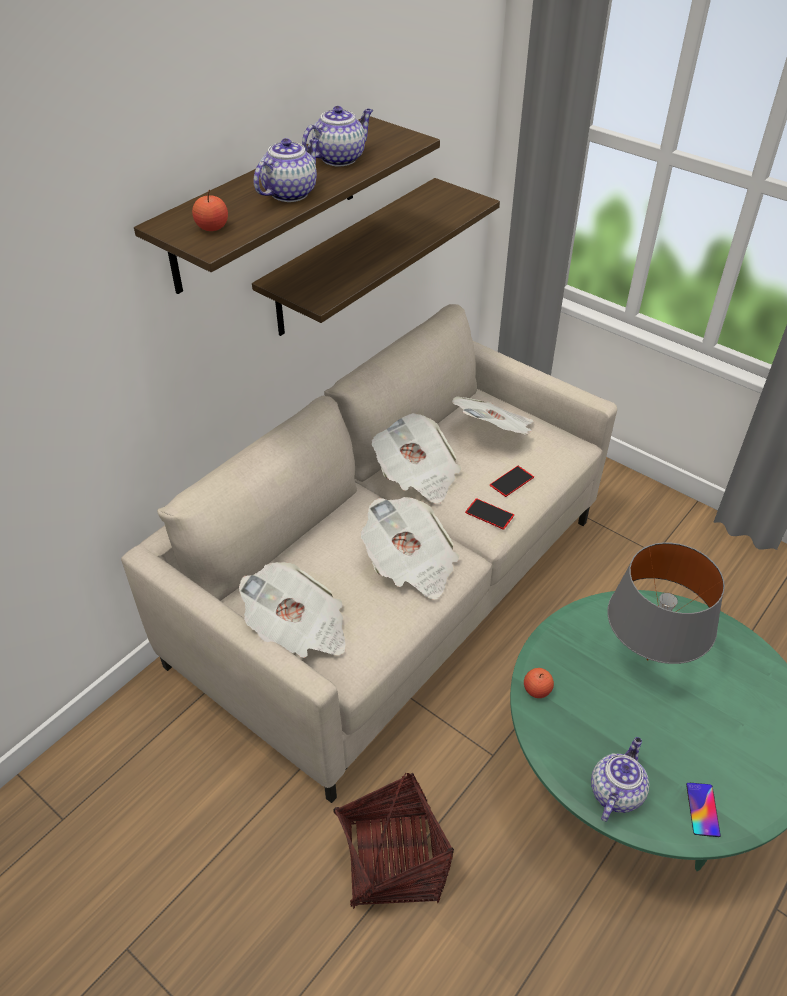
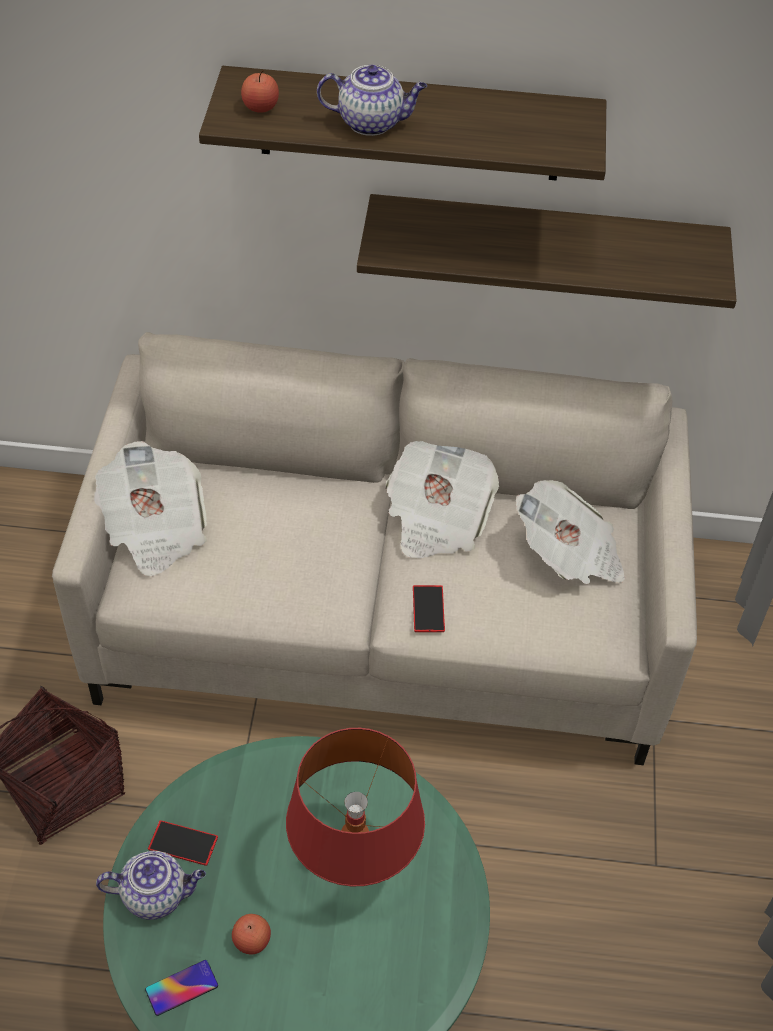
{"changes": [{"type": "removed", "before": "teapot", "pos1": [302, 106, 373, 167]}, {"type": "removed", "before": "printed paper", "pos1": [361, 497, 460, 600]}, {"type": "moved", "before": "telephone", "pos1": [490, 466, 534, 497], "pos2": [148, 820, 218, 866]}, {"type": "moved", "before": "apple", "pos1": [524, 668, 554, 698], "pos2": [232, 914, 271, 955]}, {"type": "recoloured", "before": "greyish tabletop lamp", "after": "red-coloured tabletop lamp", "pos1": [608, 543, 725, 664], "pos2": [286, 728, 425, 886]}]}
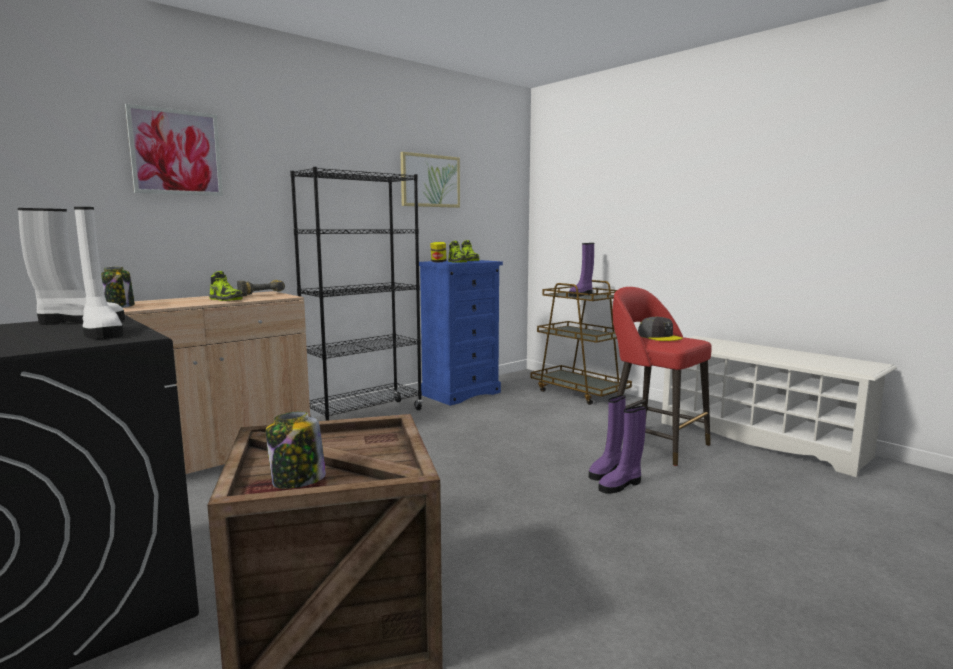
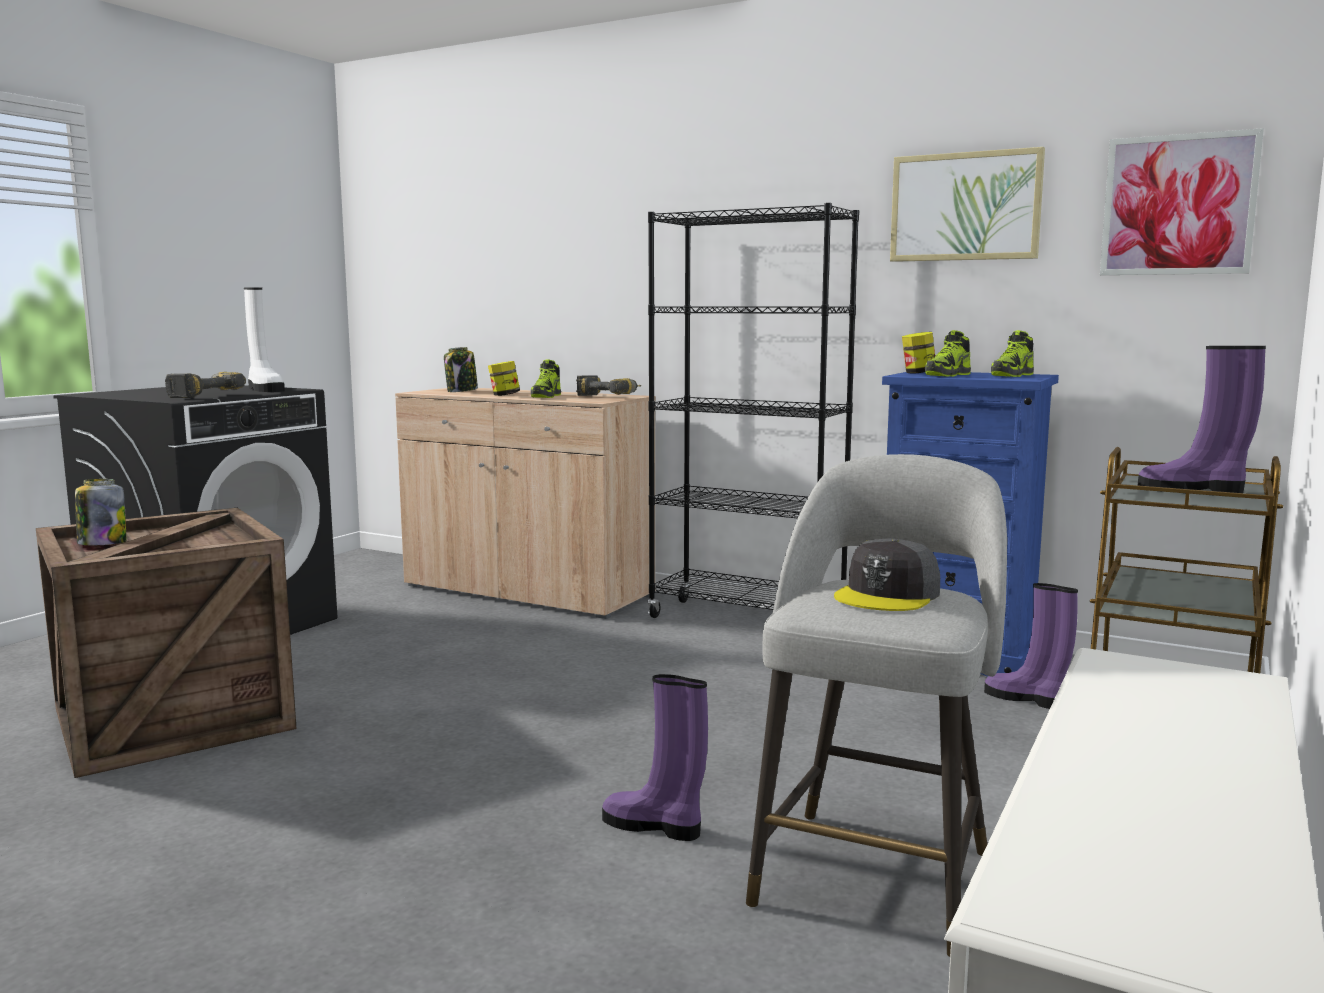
{"changes": [{"type": "added", "after": "preserve jar", "pos2": [488, 361, 520, 396]}, {"type": "moved", "before": "wall art", "pos1": [125, 104, 223, 196], "pos2": [1100, 128, 1264, 275]}, {"type": "moved", "before": "purple tall boot", "pos1": [599, 406, 646, 494], "pos2": [984, 583, 1078, 709]}, {"type": "replaced", "before": "whitish tall boot", "after": "power drill", "pos1": [74, 207, 124, 339], "pos2": [165, 372, 246, 398]}, {"type": "recoloured", "before": "red-coloured stool seat", "after": "greyish stool seat", "pos1": [606, 287, 712, 466], "pos2": [746, 454, 1007, 957]}]}
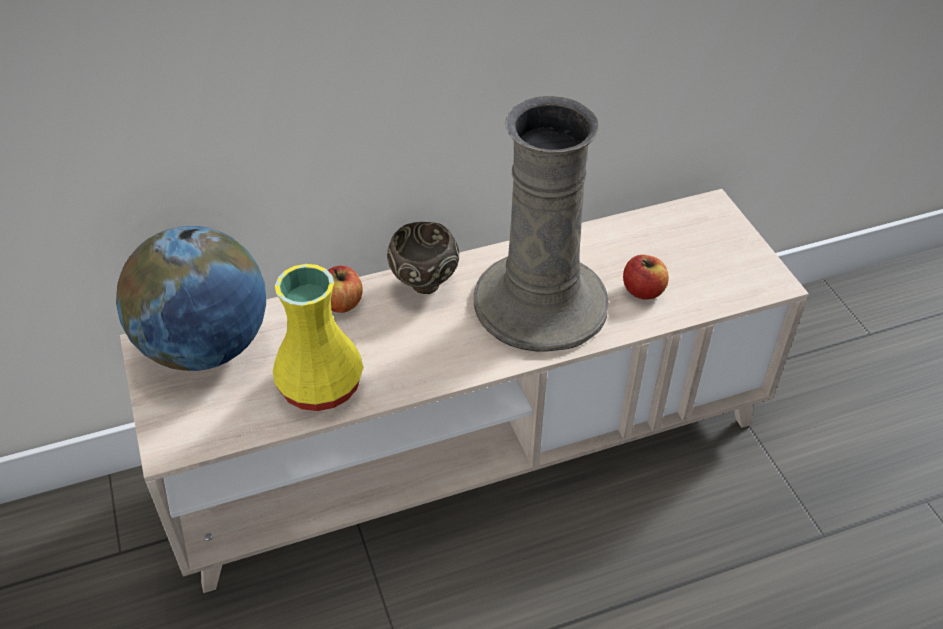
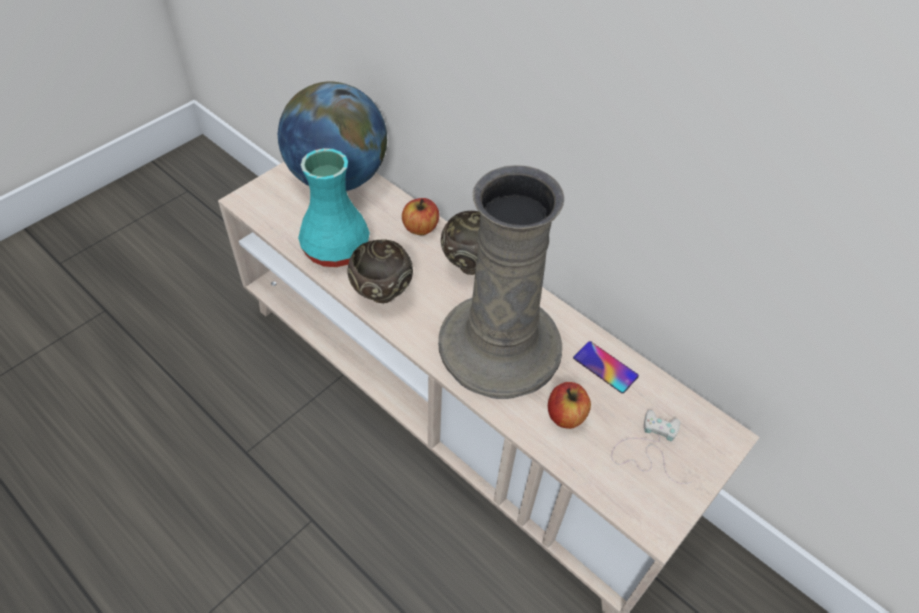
{"changes": [{"type": "added", "after": "brown deep dish", "pos2": [347, 239, 413, 303]}, {"type": "added", "after": "telephone", "pos2": [573, 341, 639, 393]}, {"type": "added", "after": "whitish joypad", "pos2": [611, 410, 691, 484]}, {"type": "recoloured", "before": "yellow-coloured decorative vase", "after": "turquoise-coloured decorative vase", "pos1": [273, 264, 363, 411], "pos2": [298, 148, 370, 267]}]}
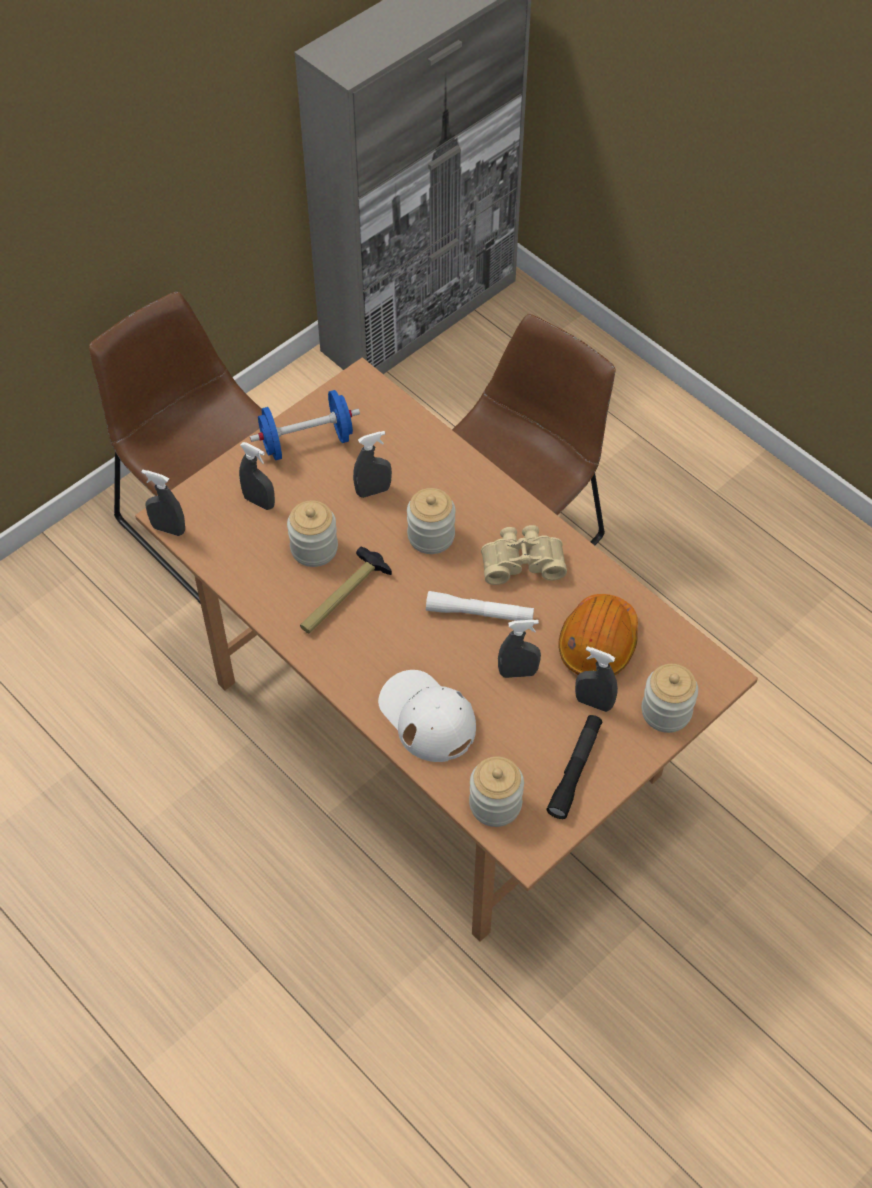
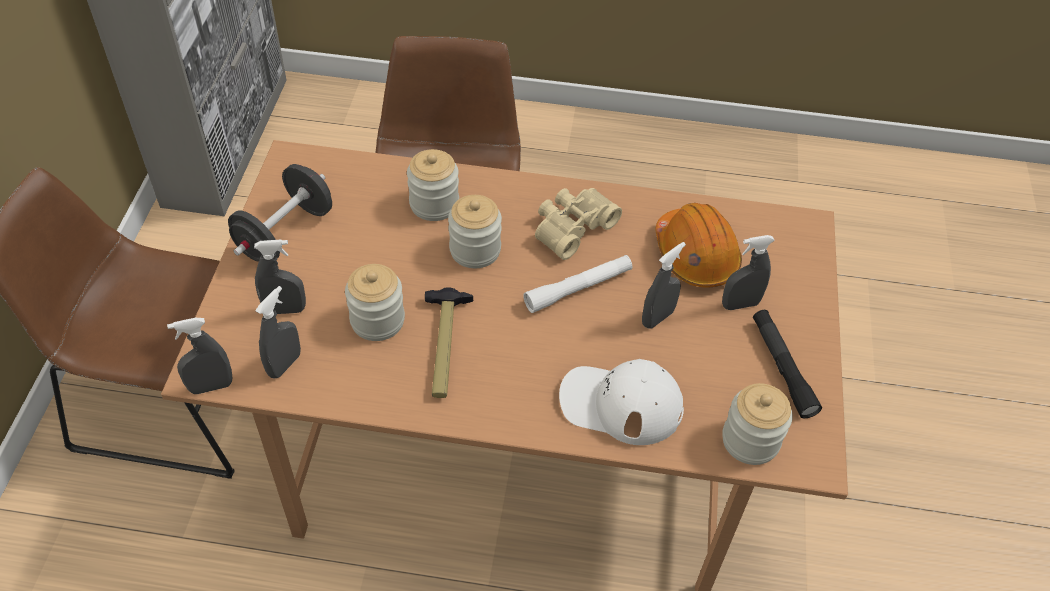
{"changes": [{"type": "moved", "before": "greyish sprayer", "pos1": [353, 431, 392, 498], "pos2": [255, 286, 301, 379]}, {"type": "moved", "before": "preserve jar", "pos1": [642, 664, 698, 733], "pos2": [407, 149, 459, 221]}, {"type": "recoloured", "before": "blue free weight", "after": "blackish free weight", "pos1": [250, 390, 360, 460], "pos2": [228, 164, 332, 262]}]}
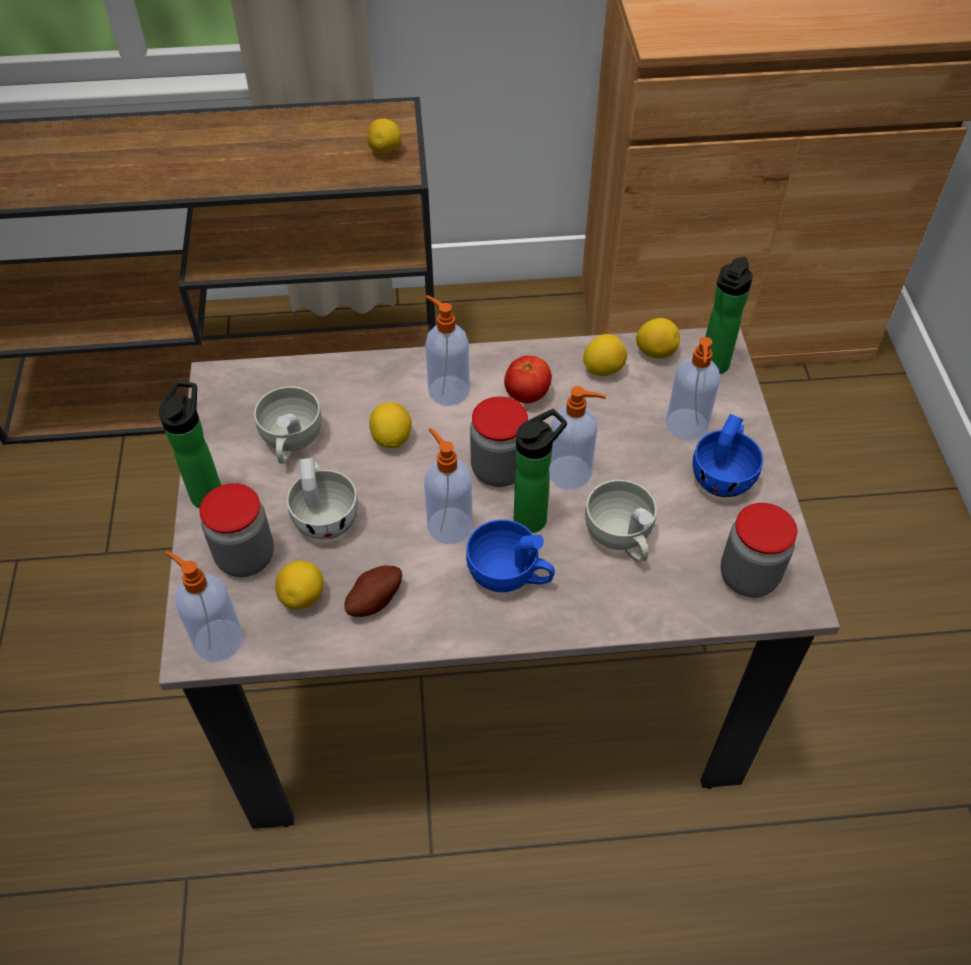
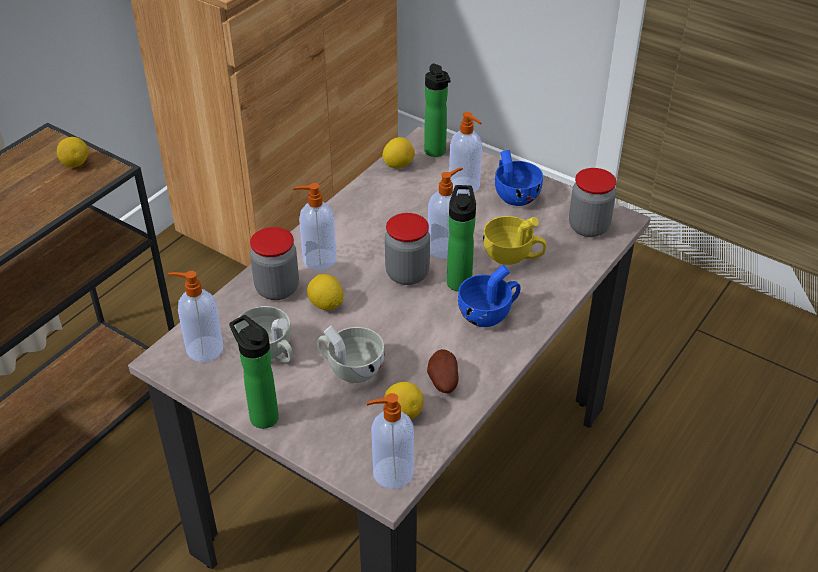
{"changes": [{"type": "removed", "before": "tomato", "pos1": [504, 355, 552, 403]}, {"type": "removed", "before": "citrus fruit", "pos1": [583, 334, 627, 376]}, {"type": "moved", "before": "preserve jar", "pos1": [199, 483, 274, 577], "pos2": [250, 227, 299, 300]}, {"type": "moved", "before": "soap dispenser", "pos1": [424, 428, 473, 544], "pos2": [168, 271, 223, 362]}, {"type": "recoloured", "before": "whitish cup", "after": "yellow-coloured cup", "pos1": [585, 480, 657, 563], "pos2": [483, 216, 546, 265]}]}
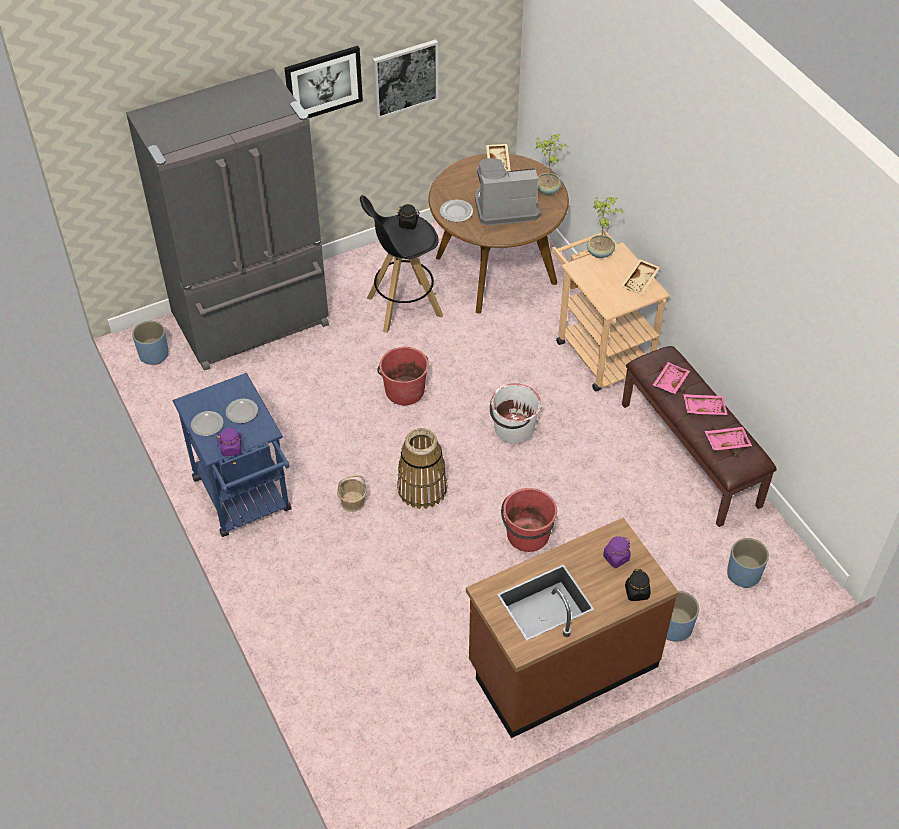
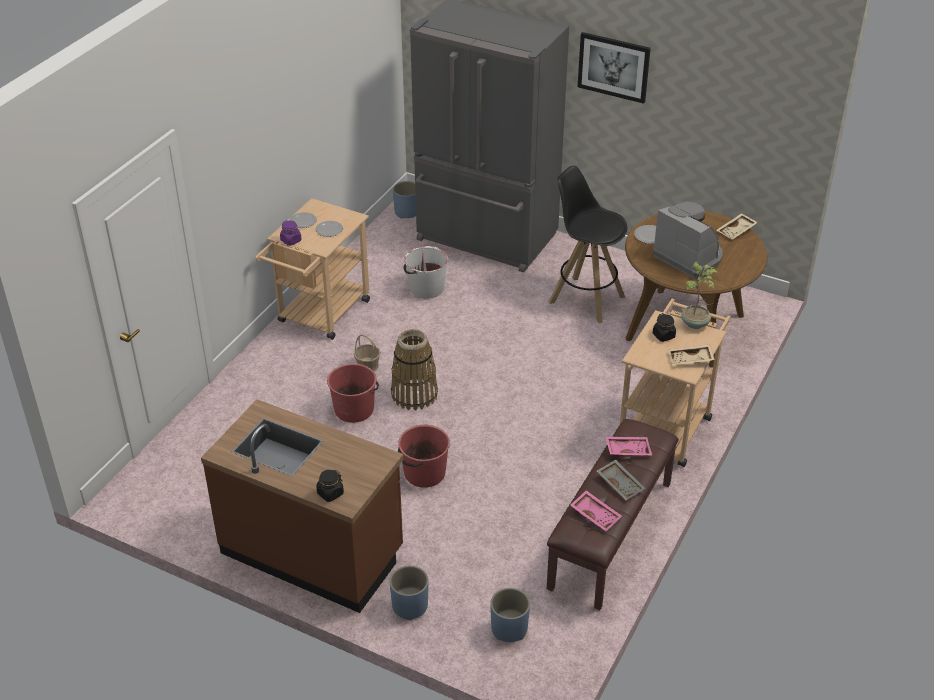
{"changes": [{"type": "removed", "before": "wall art", "pos1": [373, 39, 438, 119]}, {"type": "removed", "before": "potted plant", "pos1": [536, 134, 568, 195]}, {"type": "removed", "before": "purple preserve jar", "pos1": [603, 536, 631, 568]}, {"type": "moved", "before": "red-coloured pail", "pos1": [377, 347, 429, 405], "pos2": [327, 363, 379, 423]}, {"type": "moved", "before": "blackish preserve jar", "pos1": [397, 204, 419, 229], "pos2": [653, 313, 676, 342]}, {"type": "moved", "before": "whitish pail", "pos1": [490, 383, 541, 444], "pos2": [404, 246, 448, 298]}, {"type": "recoloured", "before": "blue cart", "after": "beige cart", "pos1": [173, 373, 292, 537], "pos2": [255, 198, 370, 340]}, {"type": "recoloured", "before": "pinkish tray", "after": "greyish tray", "pos1": [683, 394, 727, 415], "pos2": [597, 459, 645, 500]}]}
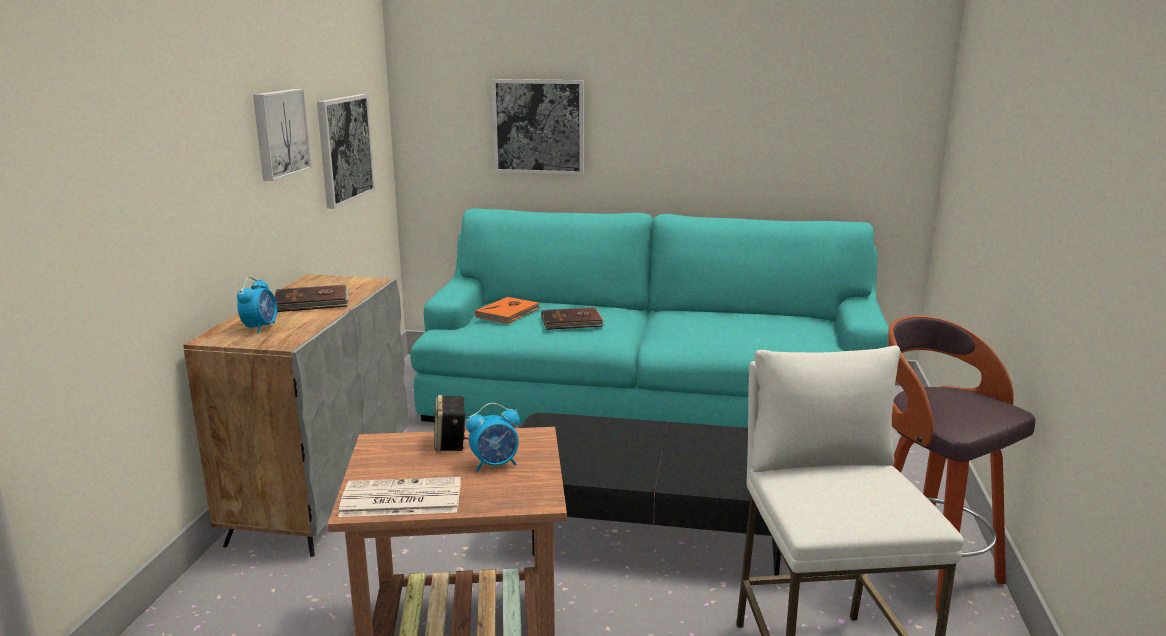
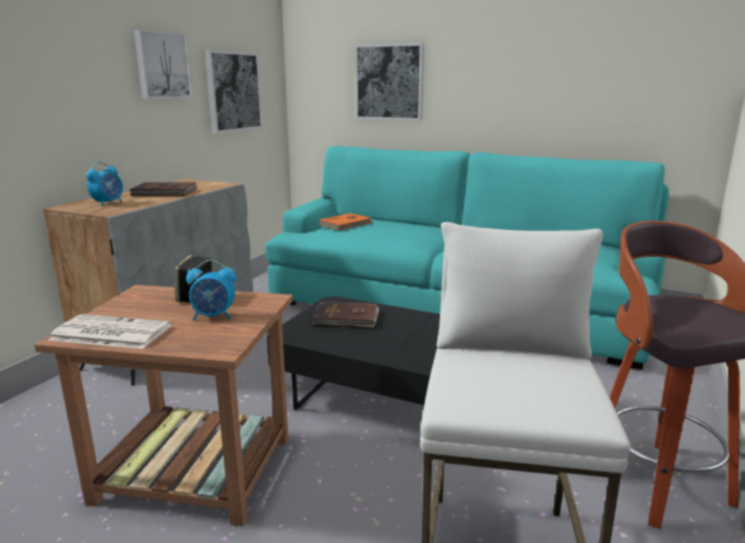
{"changes": [{"type": "moved", "before": "brown bound book", "pos1": [541, 307, 604, 330], "pos2": [312, 302, 379, 328]}]}
